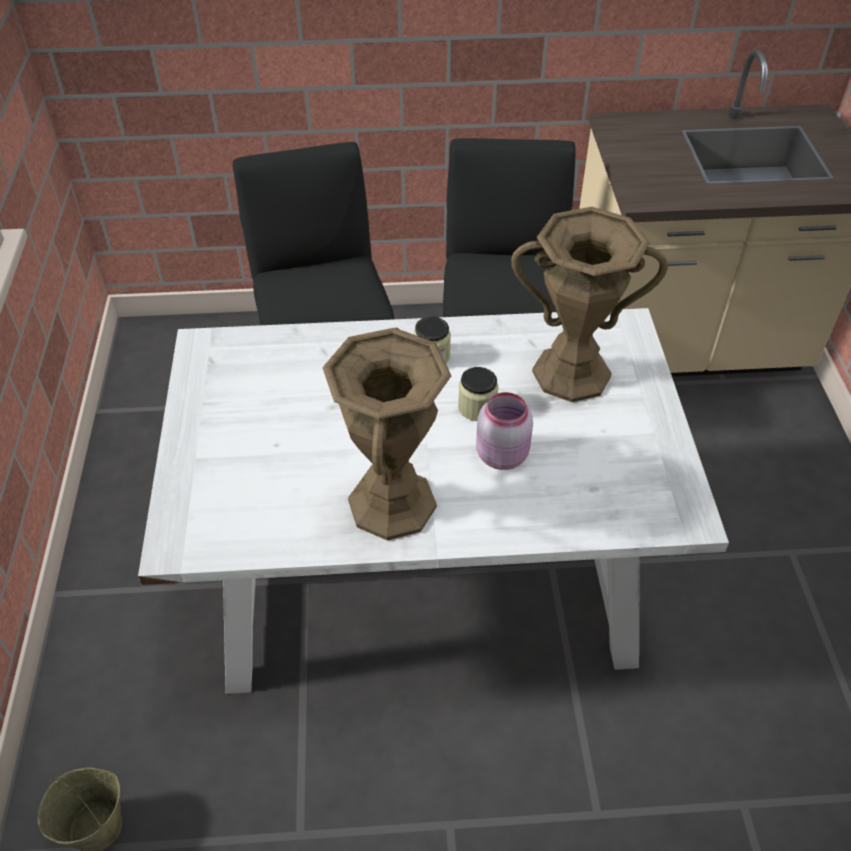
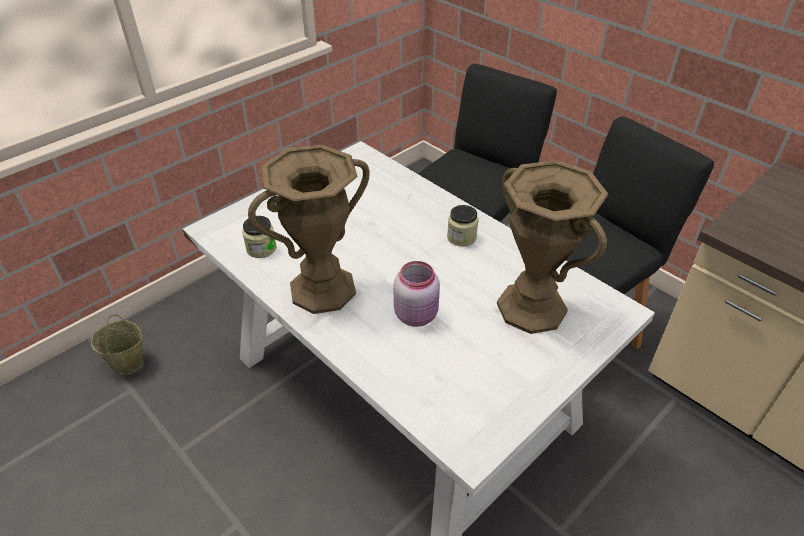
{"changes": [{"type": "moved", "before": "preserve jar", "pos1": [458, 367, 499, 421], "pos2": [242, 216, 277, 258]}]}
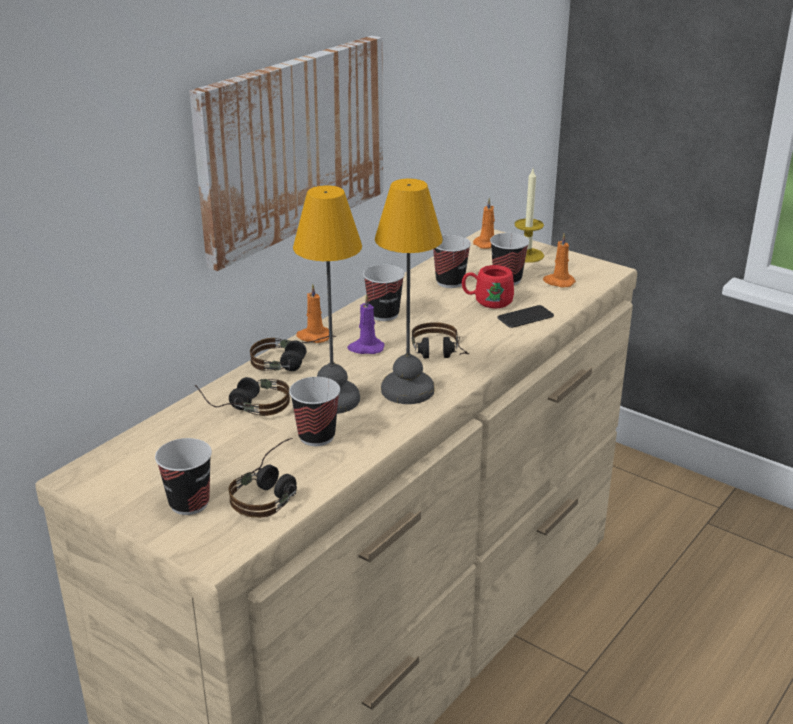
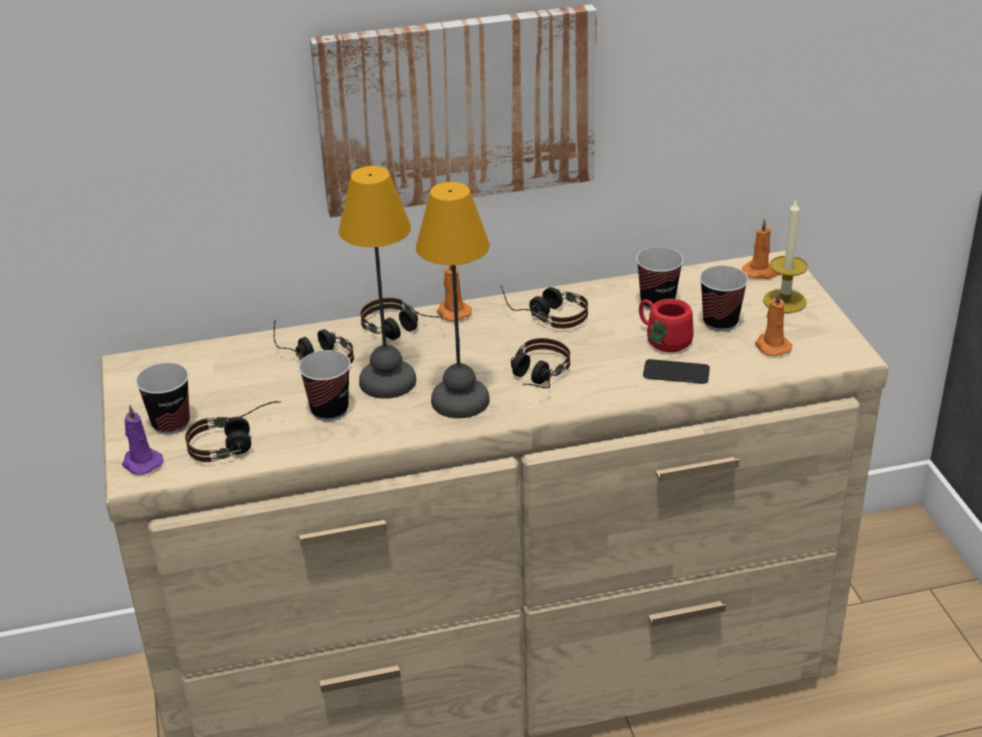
{"changes": [{"type": "moved", "before": "purple candle", "pos1": [347, 294, 384, 354], "pos2": [122, 404, 163, 475]}, {"type": "replaced", "before": "cup", "after": "headphones", "pos1": [363, 265, 405, 321], "pos2": [500, 285, 588, 329]}]}
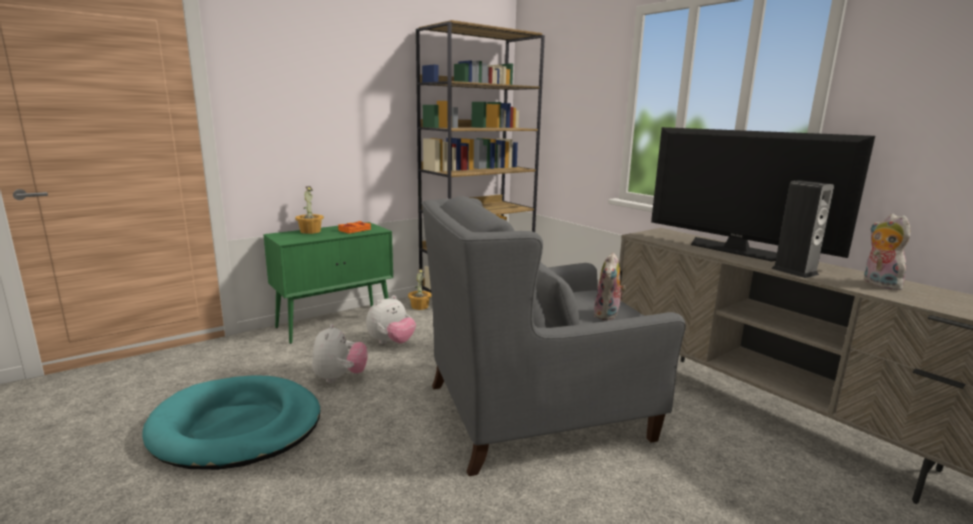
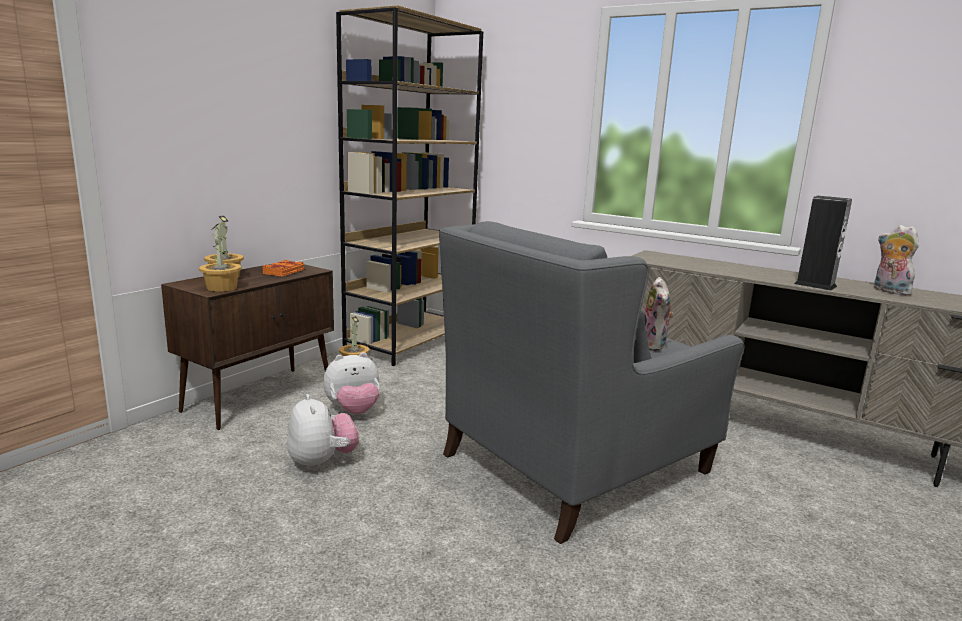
{"changes": [{"type": "removed", "before": "turquoise-coloured dog cushion", "pos1": [142, 375, 320, 470]}, {"type": "removed", "before": "TV set", "pos1": [651, 127, 875, 261]}, {"type": "added", "after": "potted plant", "pos2": [199, 224, 242, 292]}, {"type": "recoloured", "before": "greenish storage cabinet", "after": "brown storage cabinet", "pos1": [263, 222, 393, 344], "pos2": [161, 264, 334, 430]}, {"type": "turned", "before": "plush toy", "pos1": [366, 295, 416, 344], "pos2": [323, 352, 380, 415], "turn": 45}]}
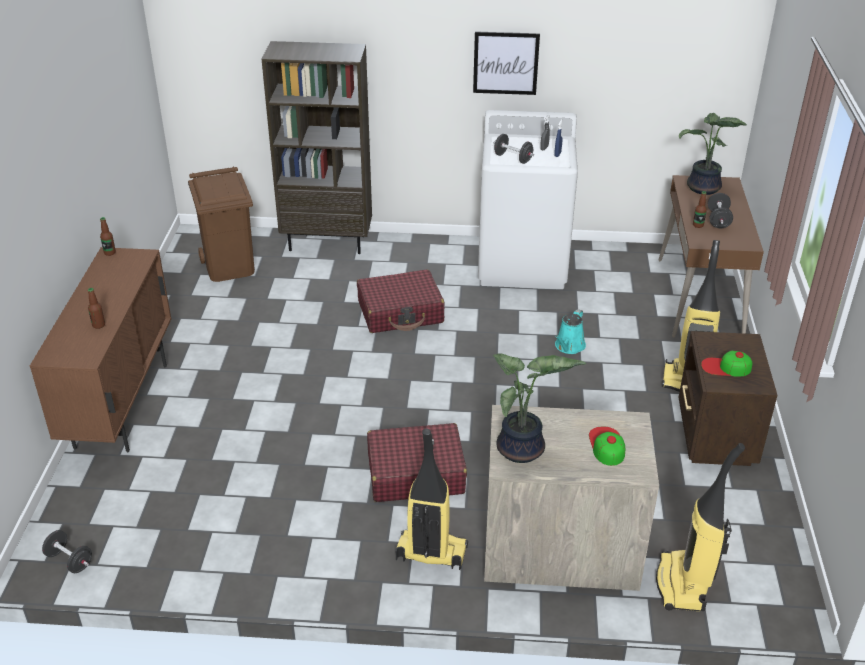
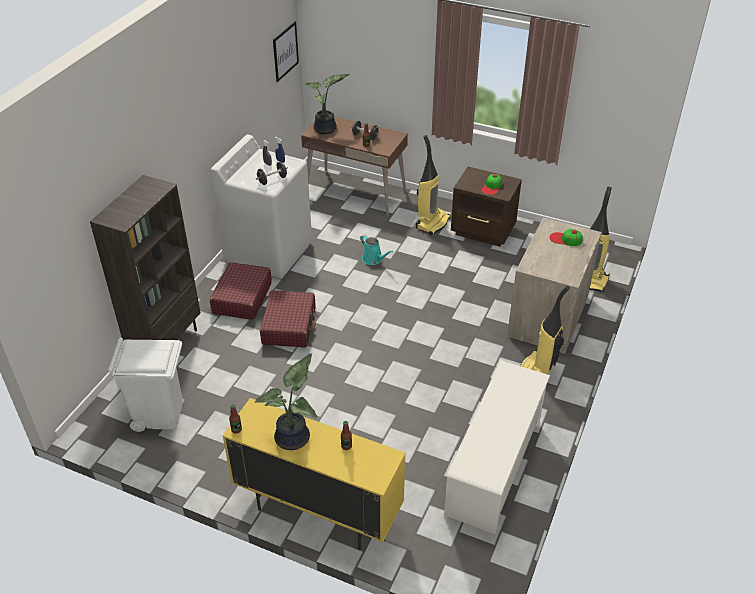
{"changes": [{"type": "removed", "before": "blackish free weight", "pos1": [42, 530, 92, 573]}, {"type": "added", "after": "whitish shoe shelf", "pos2": [444, 360, 550, 534]}, {"type": "moved", "before": "red-coloured travel case", "pos1": [367, 423, 467, 502], "pos2": [210, 262, 272, 320]}, {"type": "moved", "before": "wall art", "pos1": [473, 31, 540, 95], "pos2": [273, 21, 299, 82]}, {"type": "moved", "before": "potted plant", "pos1": [493, 354, 586, 463], "pos2": [255, 353, 317, 450]}, {"type": "recoloured", "before": "brown storage cabinet", "after": "yellow-coloured storage cabinet", "pos1": [30, 247, 171, 452], "pos2": [222, 398, 406, 550]}, {"type": "recoloured", "before": "brown trash can", "after": "whitish trash can", "pos1": [188, 167, 255, 282], "pos2": [108, 338, 183, 432]}]}
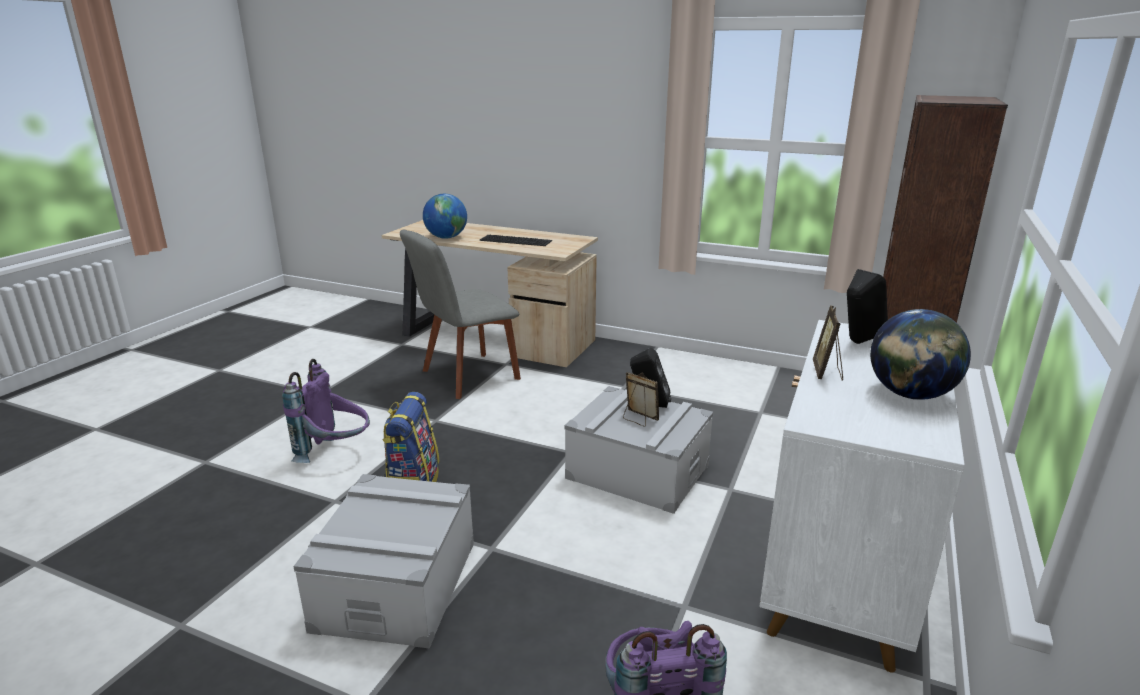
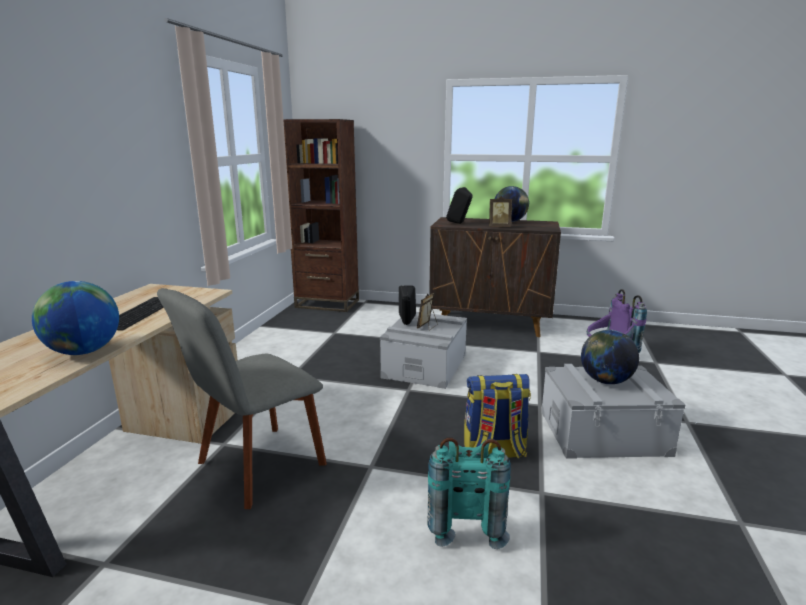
{"changes": [{"type": "added", "after": "globe", "pos2": [581, 330, 639, 384]}, {"type": "recoloured", "before": "purple rucksack", "after": "turquoise-coloured rucksack", "pos1": [282, 359, 370, 463], "pos2": [427, 437, 511, 549]}, {"type": "recoloured", "before": "whitish storage cabinet", "after": "brown storage cabinet", "pos1": [759, 320, 965, 673], "pos2": [429, 217, 561, 337]}, {"type": "turned", "before": "greyish plain chair", "pos1": [400, 230, 521, 399], "pos2": [157, 288, 327, 509], "turn": 90}]}
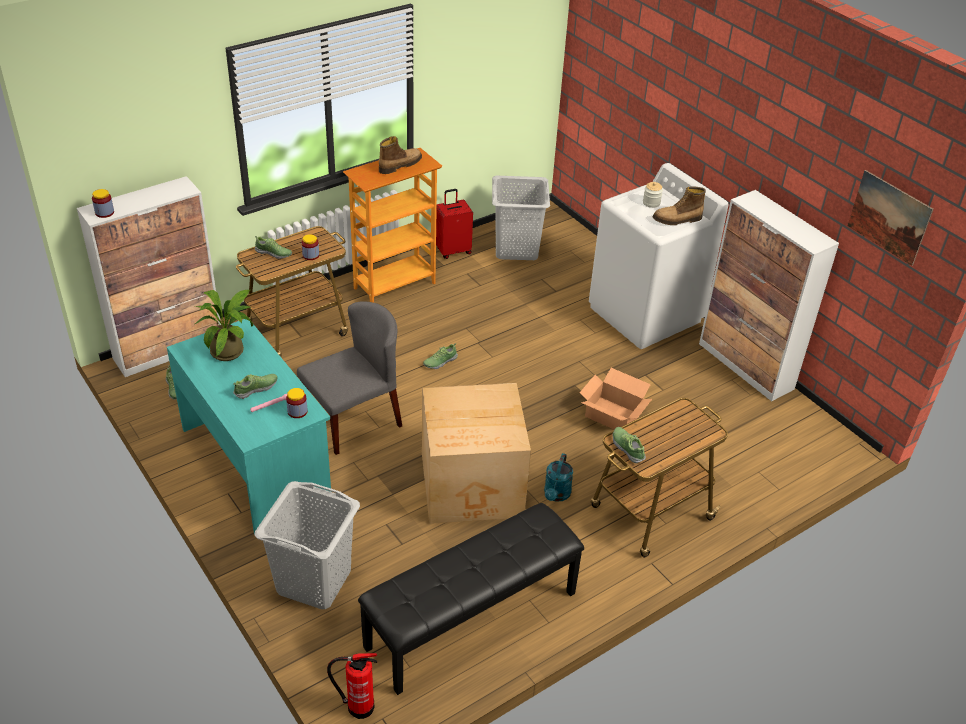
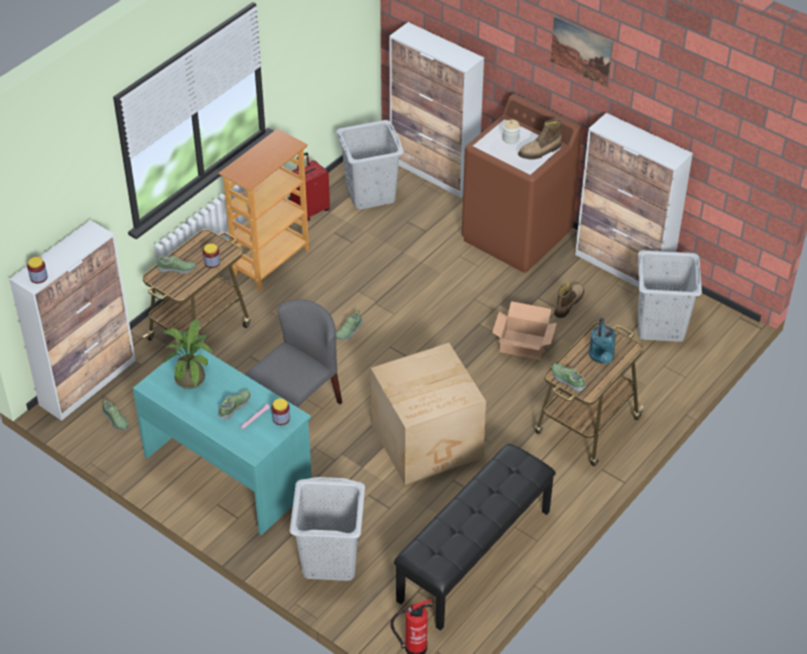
{"changes": [{"type": "added", "after": "storage cabinet", "pos2": [389, 22, 484, 198]}, {"type": "added", "after": "greyish washing basket", "pos2": [638, 250, 702, 342]}, {"type": "moved", "before": "tall boot", "pos1": [379, 136, 422, 174], "pos2": [554, 283, 584, 318]}, {"type": "moved", "before": "turquoise-coloured watering can", "pos1": [544, 453, 573, 502], "pos2": [589, 318, 616, 364]}, {"type": "moved", "before": "wall art", "pos1": [848, 170, 934, 266], "pos2": [550, 16, 613, 87]}, {"type": "recoloured", "before": "whitish laundry machine", "after": "brown laundry machine", "pos1": [589, 163, 729, 349], "pos2": [462, 94, 582, 273]}]}
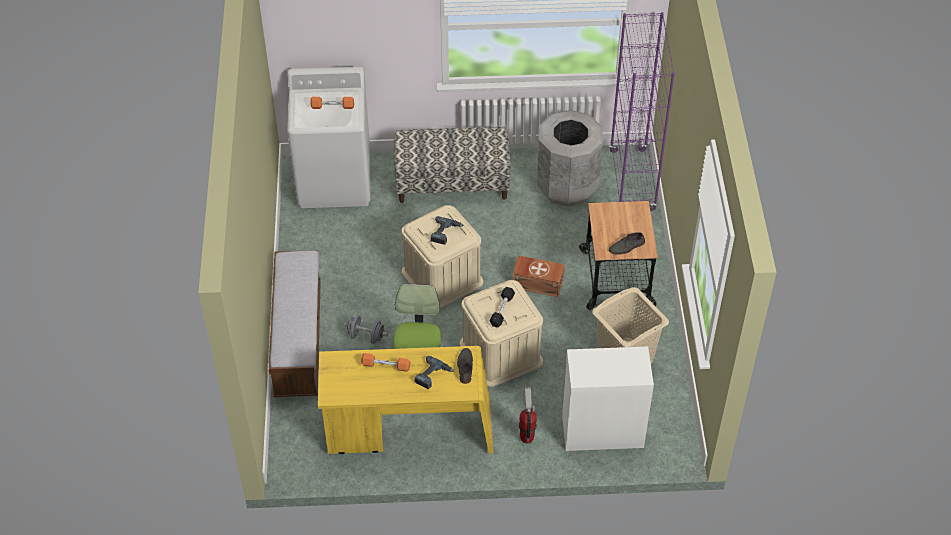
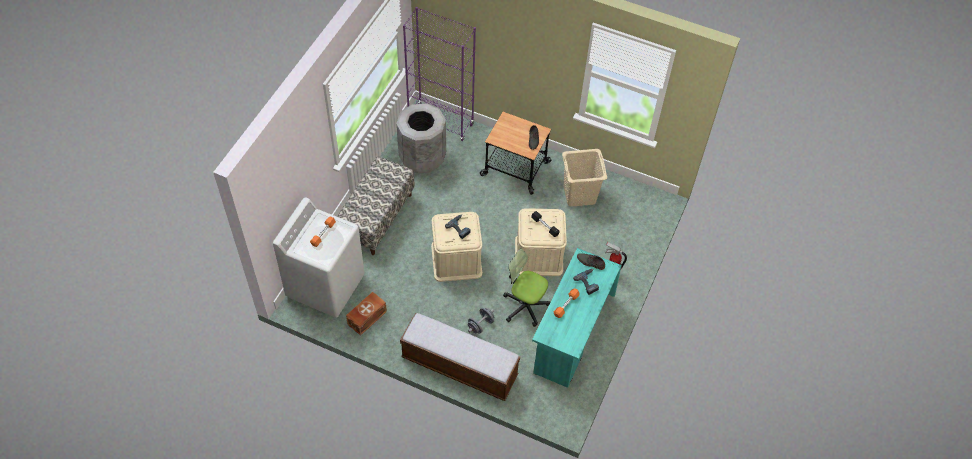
{"changes": [{"type": "removed", "before": "whitish storage cabinet", "pos1": [562, 346, 654, 451]}, {"type": "moved", "before": "brown storage container", "pos1": [513, 255, 565, 297], "pos2": [346, 292, 387, 335]}, {"type": "recoloured", "before": "yellow-coloured desk", "after": "turquoise-coloured desk", "pos1": [318, 346, 493, 454], "pos2": [532, 248, 622, 388]}]}
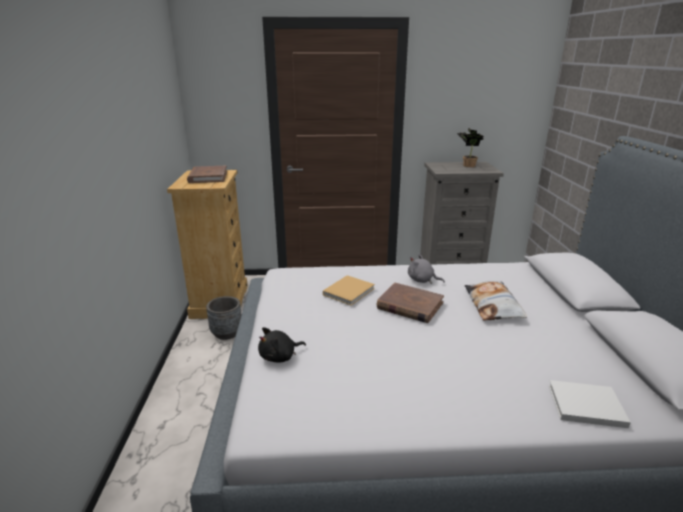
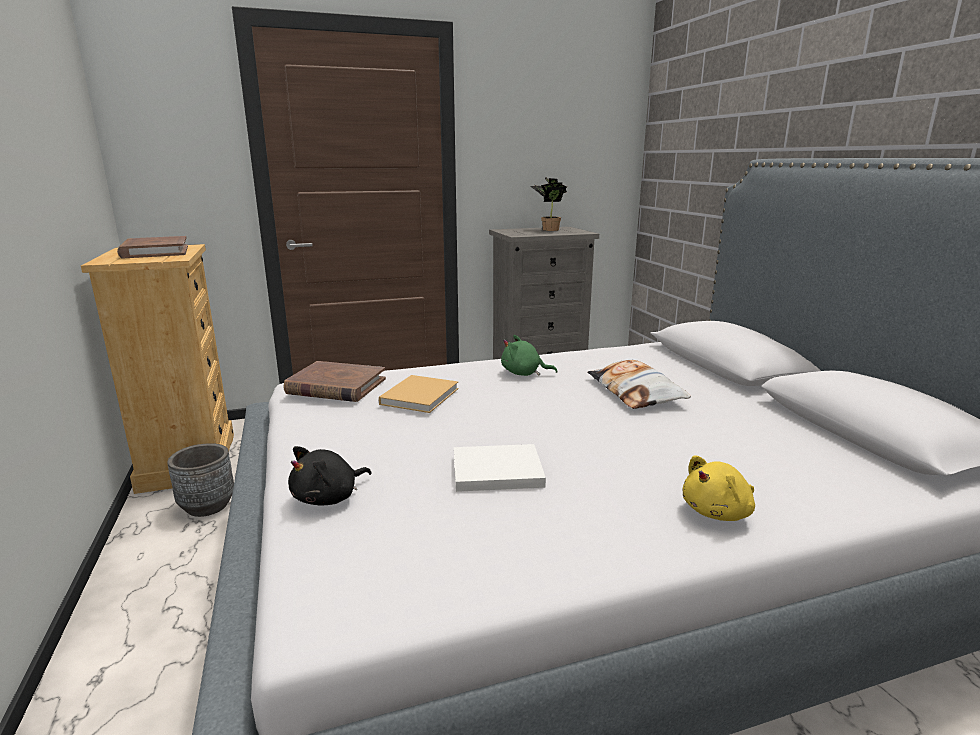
{"changes": [{"type": "added", "after": "yellow-coloured plush toy", "pos2": [682, 456, 755, 521]}, {"type": "moved", "before": "brown bound book", "pos1": [377, 283, 444, 323], "pos2": [283, 361, 386, 402]}, {"type": "moved", "before": "whitish bound book", "pos1": [549, 380, 631, 428], "pos2": [454, 444, 546, 492]}, {"type": "recoloured", "before": "greyish plush toy", "after": "greenish plush toy", "pos1": [408, 254, 445, 284], "pos2": [501, 335, 557, 376]}]}
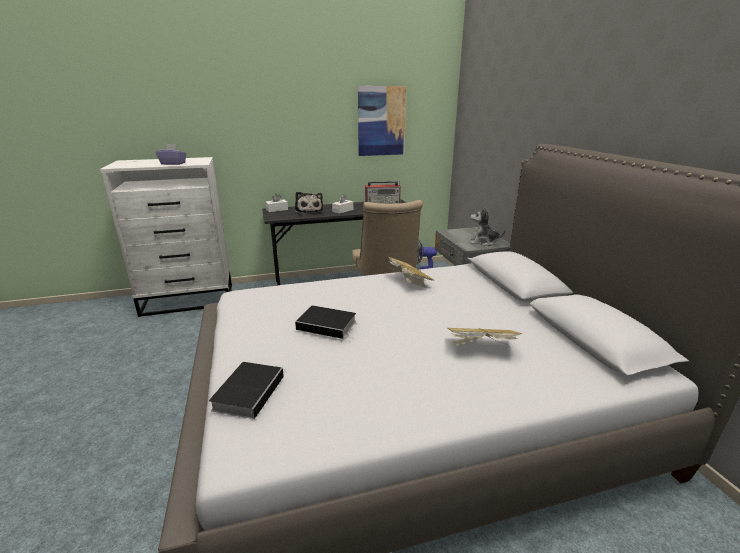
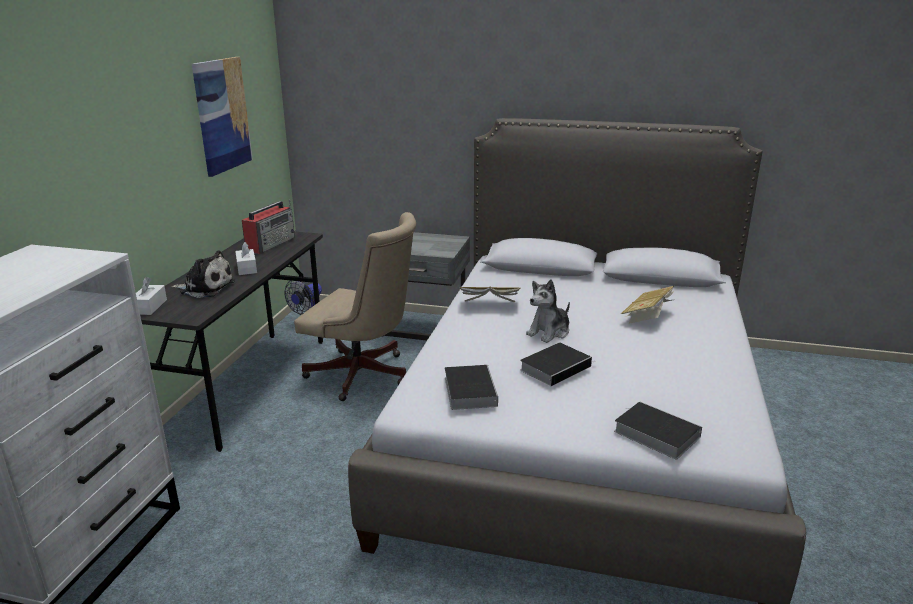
{"changes": [{"type": "removed", "before": "purple box of tissues", "pos1": [156, 144, 187, 165]}, {"type": "added", "after": "bound book", "pos2": [445, 365, 498, 410]}, {"type": "moved", "before": "plush toy", "pos1": [470, 207, 506, 246], "pos2": [526, 279, 570, 343]}]}
